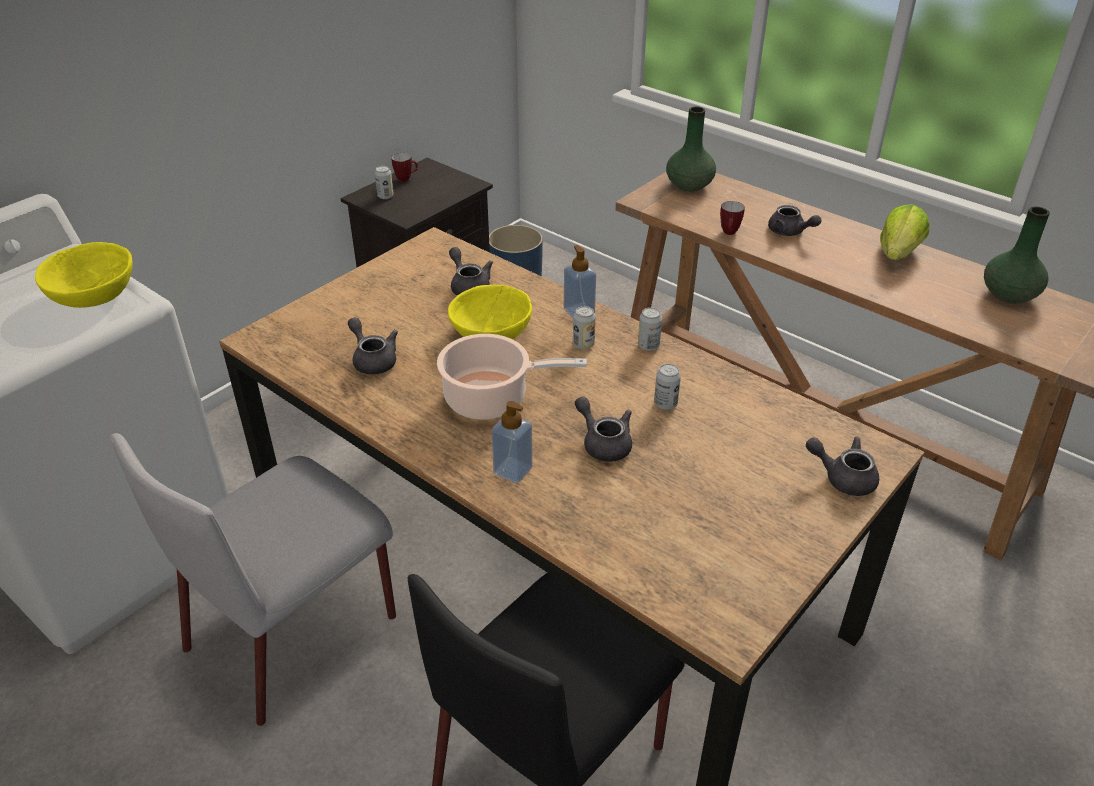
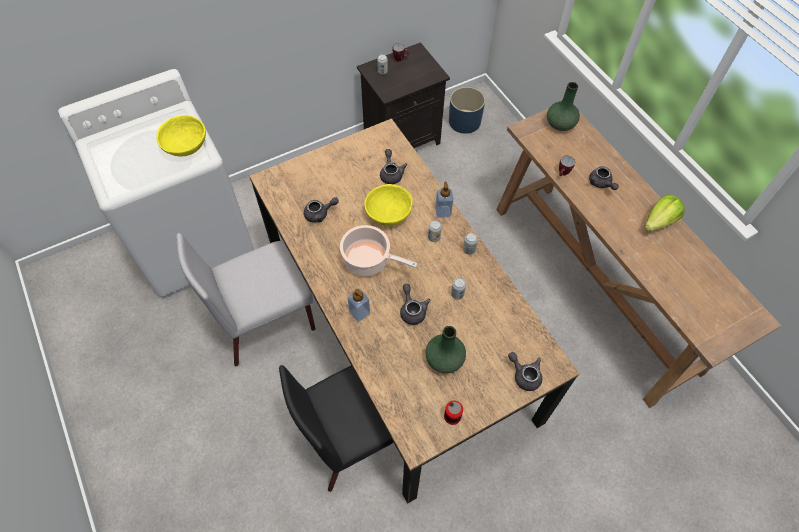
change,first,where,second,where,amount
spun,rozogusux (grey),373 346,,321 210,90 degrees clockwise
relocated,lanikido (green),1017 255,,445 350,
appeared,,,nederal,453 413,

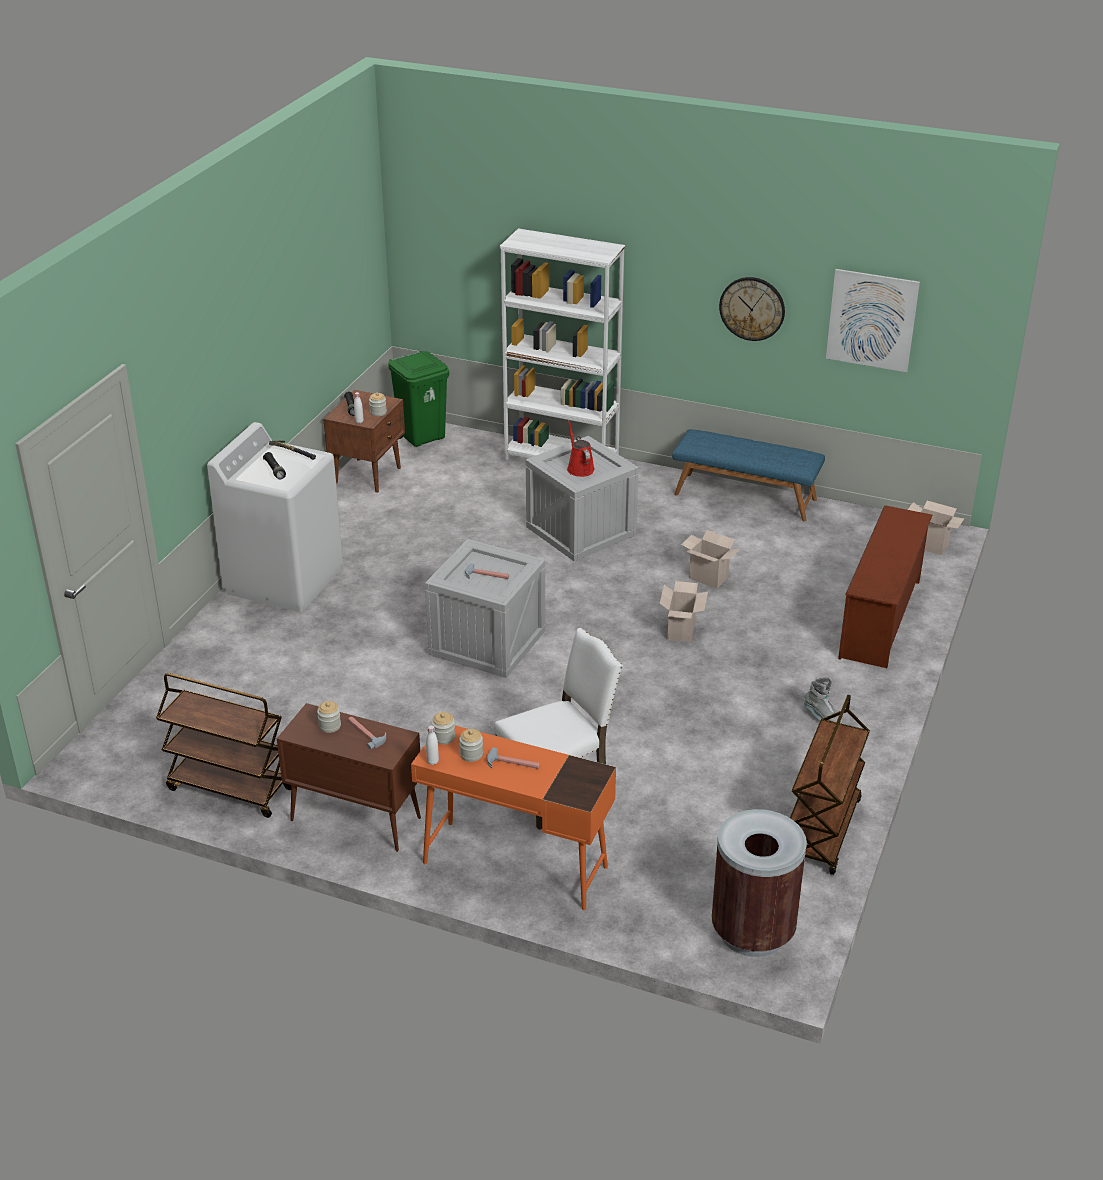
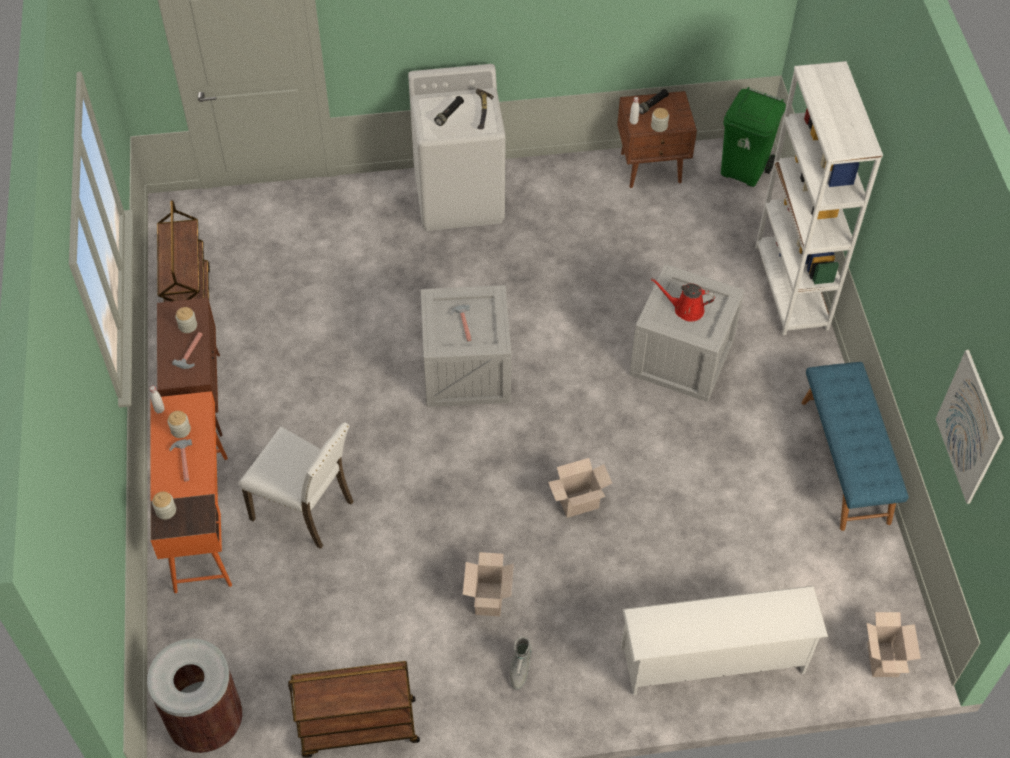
change,first,where,second,where,amount
relocated,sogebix,443 728,,164 506,
spun,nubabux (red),581 448,,683 300,120 degrees counterclockwise
relocated,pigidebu,710 559,,488 584,
missing,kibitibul,752 309,,,
colour,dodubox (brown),885 586,dodubox (white),724 641,

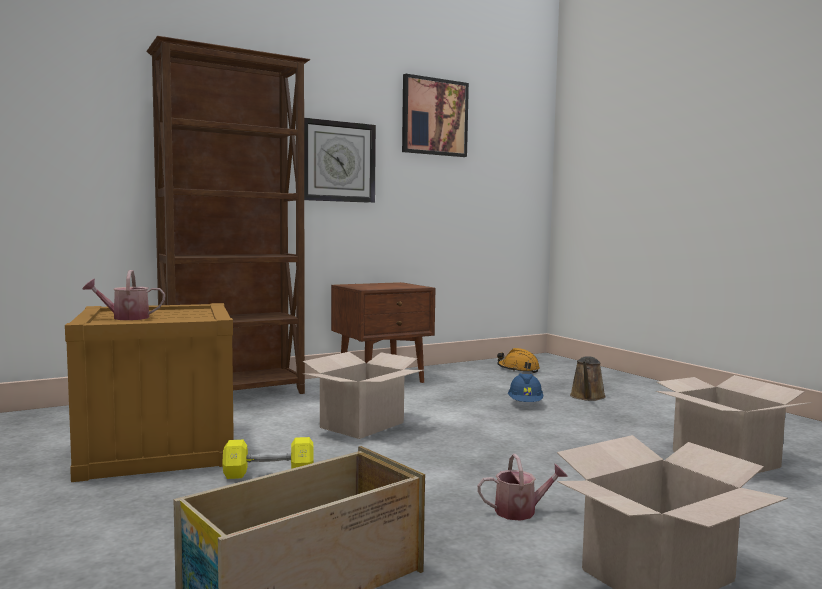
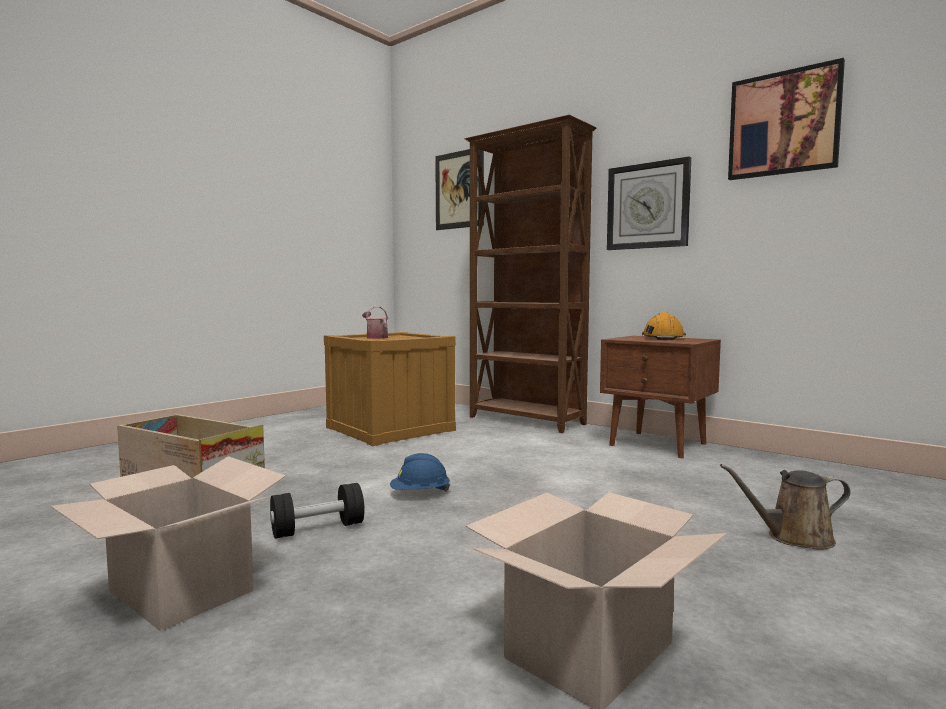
change,first,where,second,where,amount
missing,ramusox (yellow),268 458,,,
missing,pigidebu,363 395,,,
exchanged,nubabux,523 487,ramusox (black),317 511,
relocated,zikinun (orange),518 360,,664 326,
relocated,zikinun (blue),525 387,,420 472,
appeared,,,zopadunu,459 189,

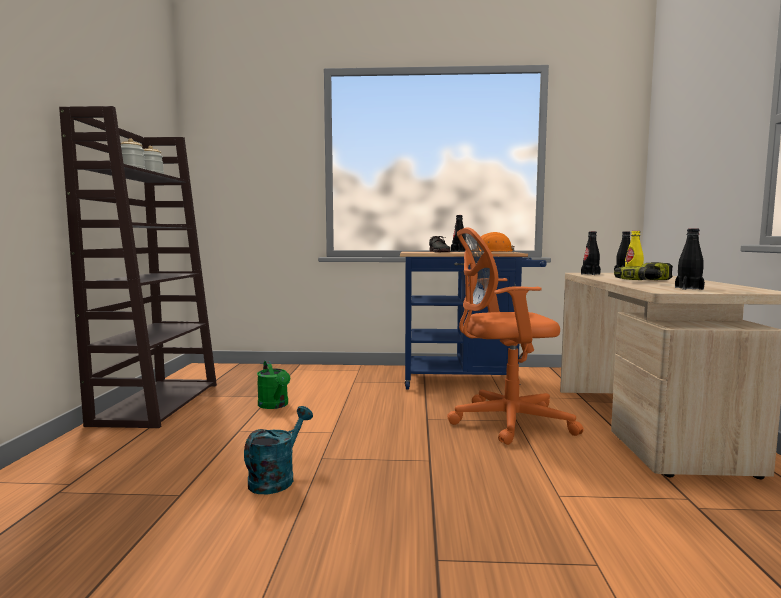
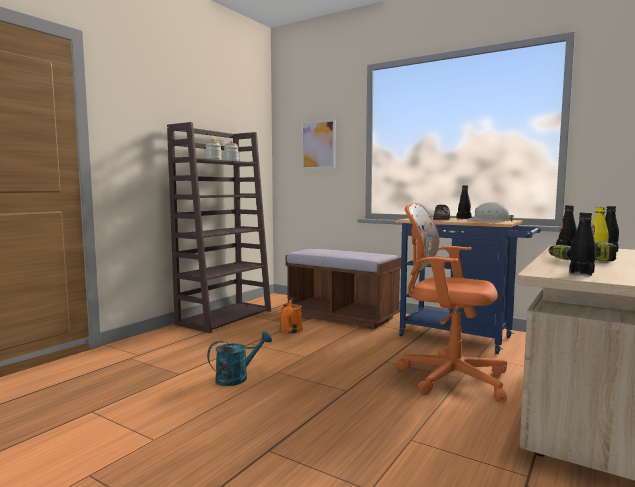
change,first,where,second,where,amount
colour,nubabux (green),273 384,nubabux (orange),291 315,
colour,zikinun (orange),496 242,zikinun (white),491 212,
appeared,,,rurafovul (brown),343 289,
appeared,,,zopadunu,318 144,

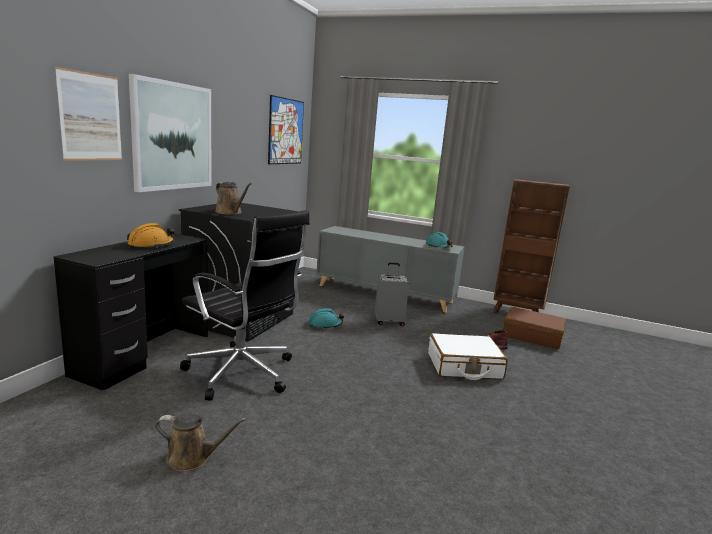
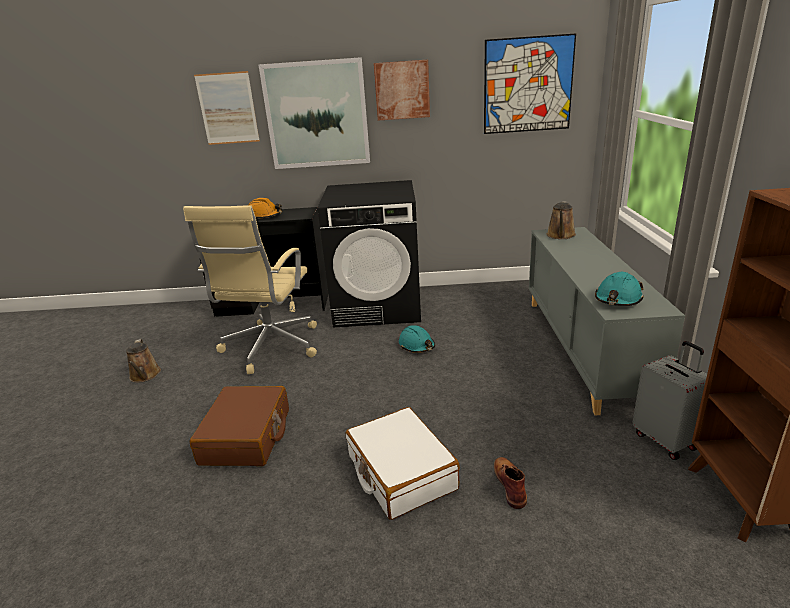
change,first,where,second,where,amount
colour,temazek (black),245 305,temazek (beige),250 289,
relocated,nubabux (brown),233 198,,561 220,
relocated,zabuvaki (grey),392 294,,670 400,
relocated,zabuvaki (brown),534 328,,239 426,
appeared,,,zopadunu,402 90,

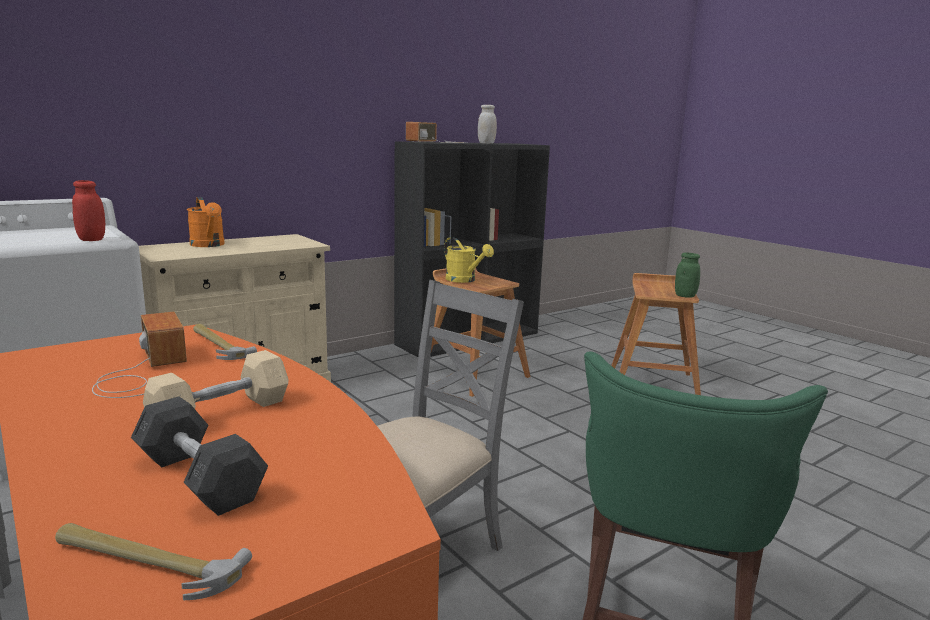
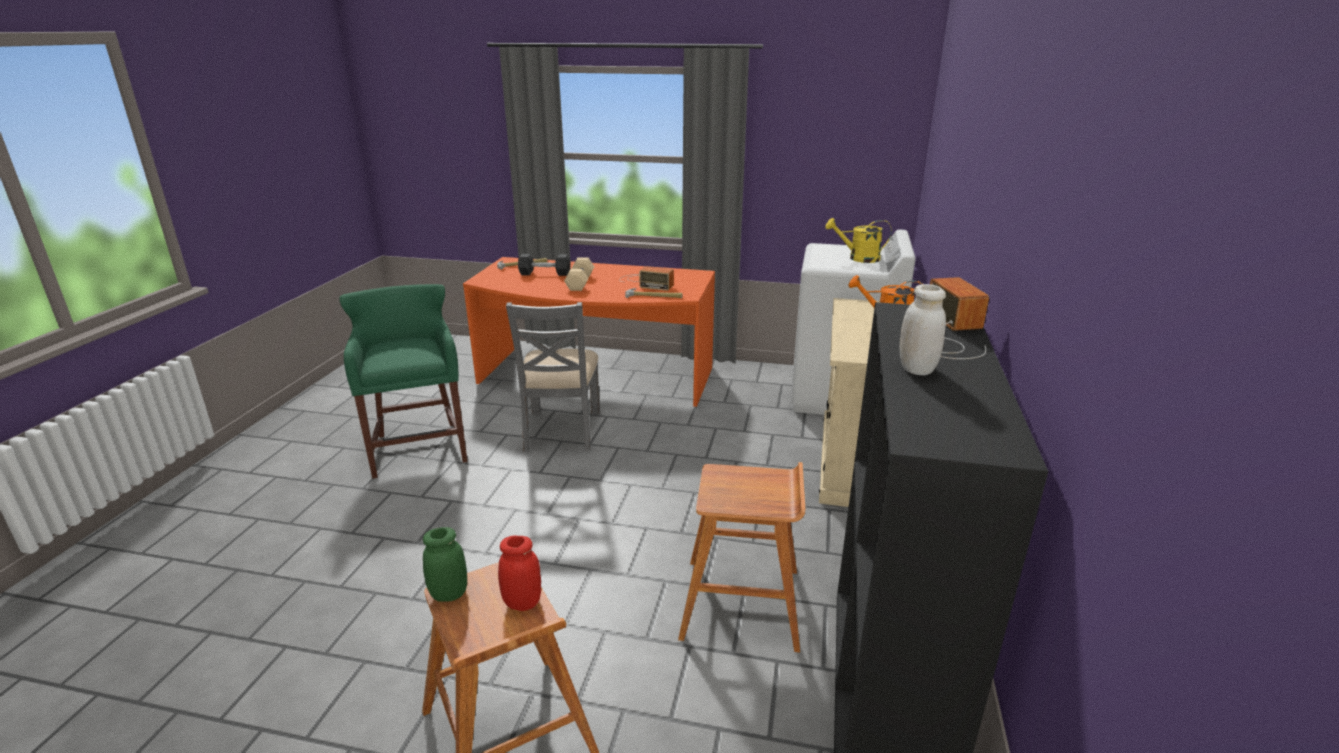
change,first,where,second,where,amount
relocated,sogebix (red),88 210,,519 573,
relocated,nubabux (yellow),469 260,,858 240,

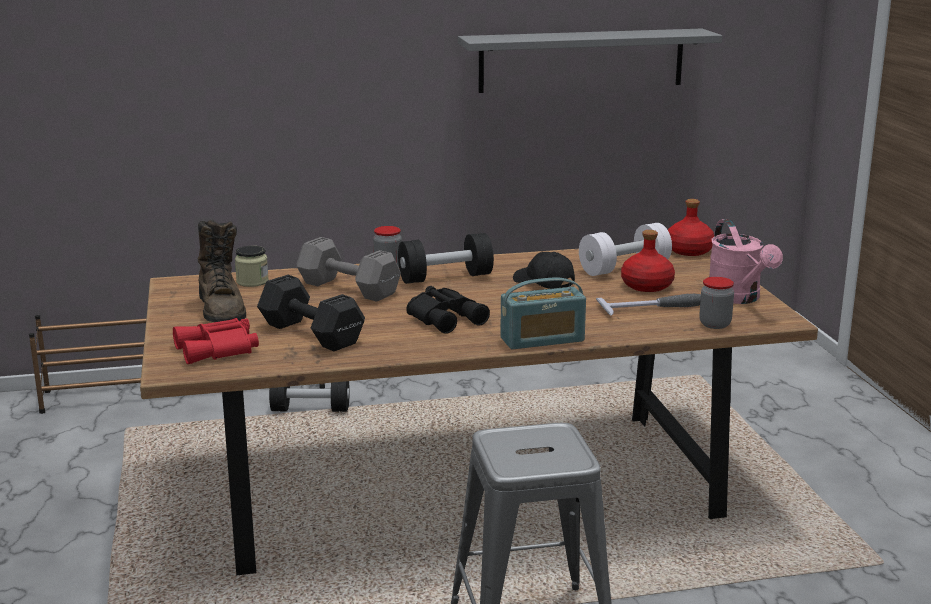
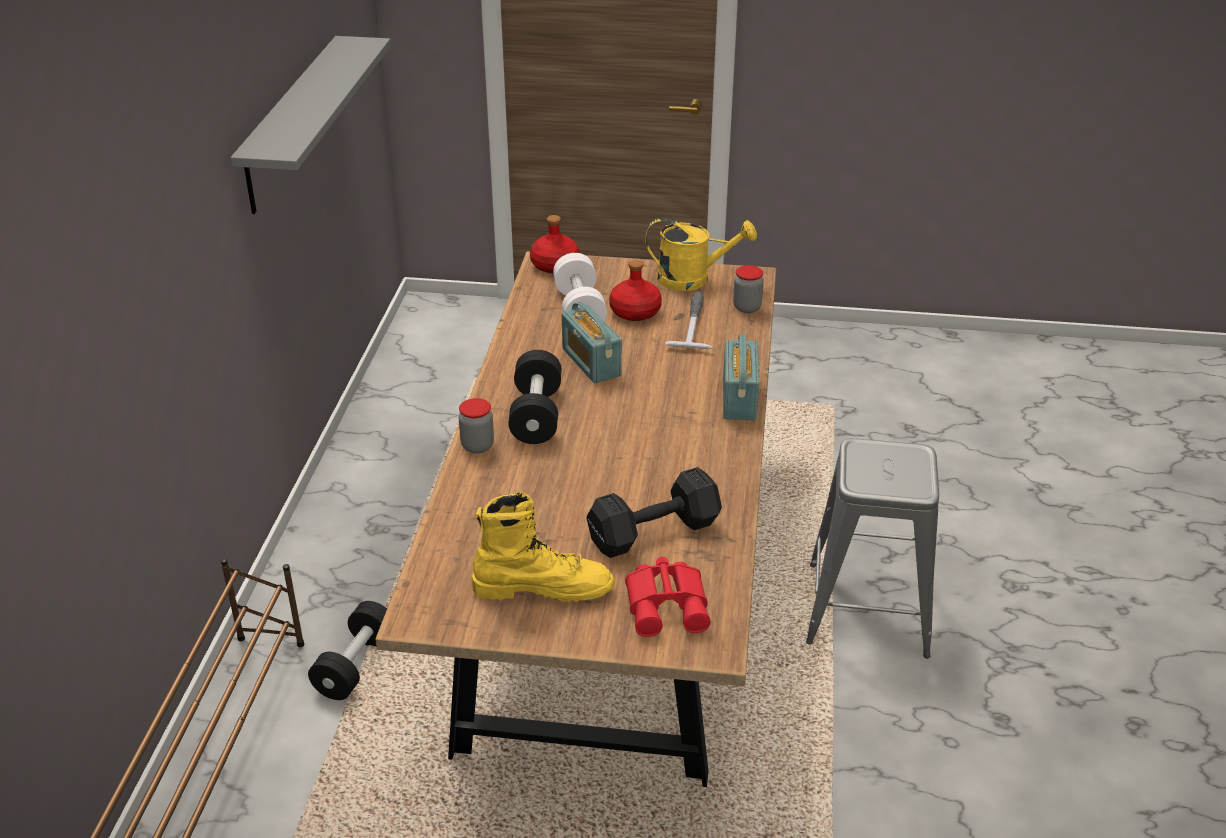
change,first,where,second,where,amount
colour,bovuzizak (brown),222 271,bovuzizak (yellow),543 546,
missing,sogebix,252 266,,,
missing,ramusox (grey),349 269,,,
missing,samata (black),448 310,,,
exchanged,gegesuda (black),544 270,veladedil,592 342,
colour,nubabux (pink),746 261,nubabux (yellow),701 254,

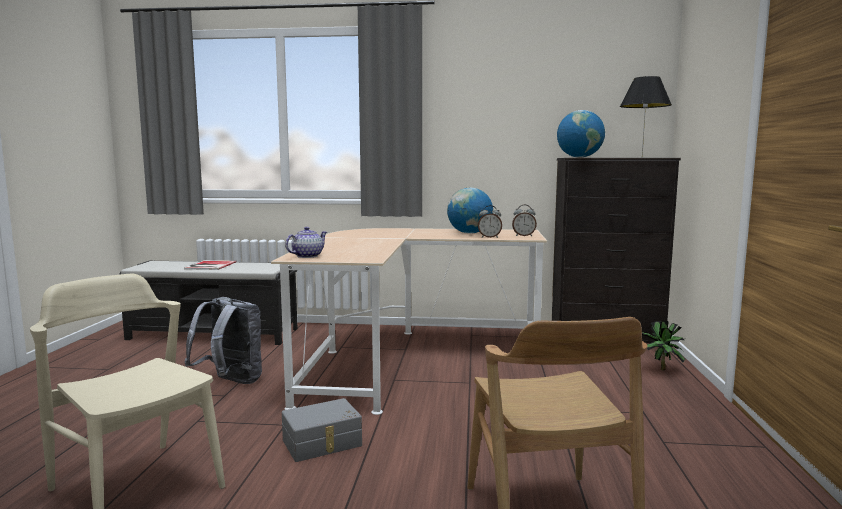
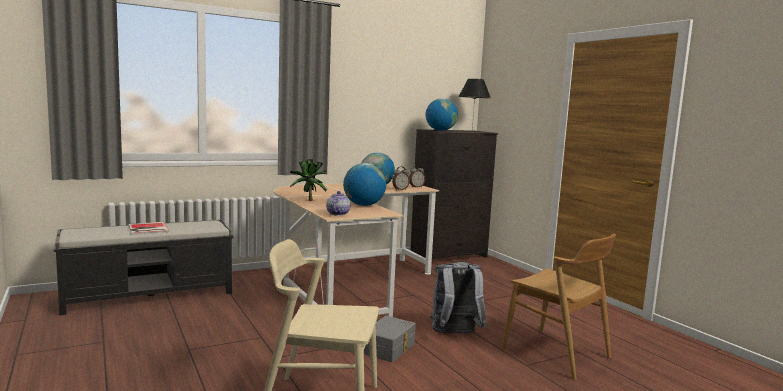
change,first,where,second,where,amount
relocated,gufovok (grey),223 340,,458 298,
relocated,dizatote,663 345,,308 180,
appeared,,,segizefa,364 184,

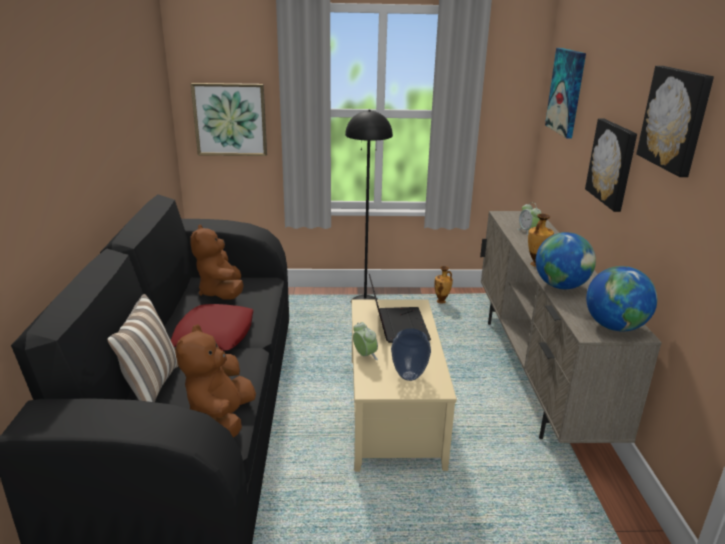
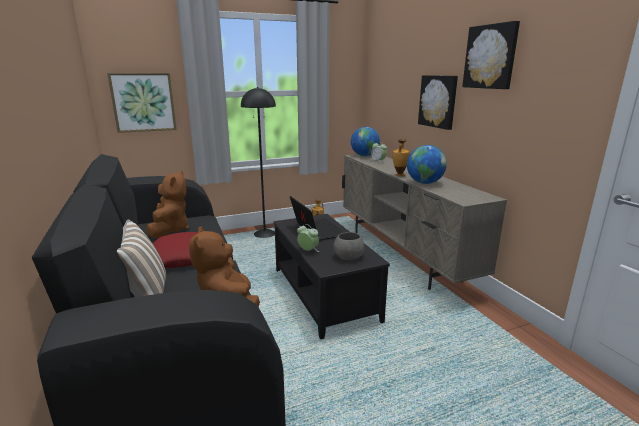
change,first,where,second,where,amount
spun,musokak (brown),217 262,,167 204,150 degrees counterclockwise
colour,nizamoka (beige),404 385,nizamoka (black),331 276,
exchanged,lanikido,411 354,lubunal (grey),349 246,
missing,zopadunu,565 93,,,
relocated,segizefa,621 299,,365 141,

